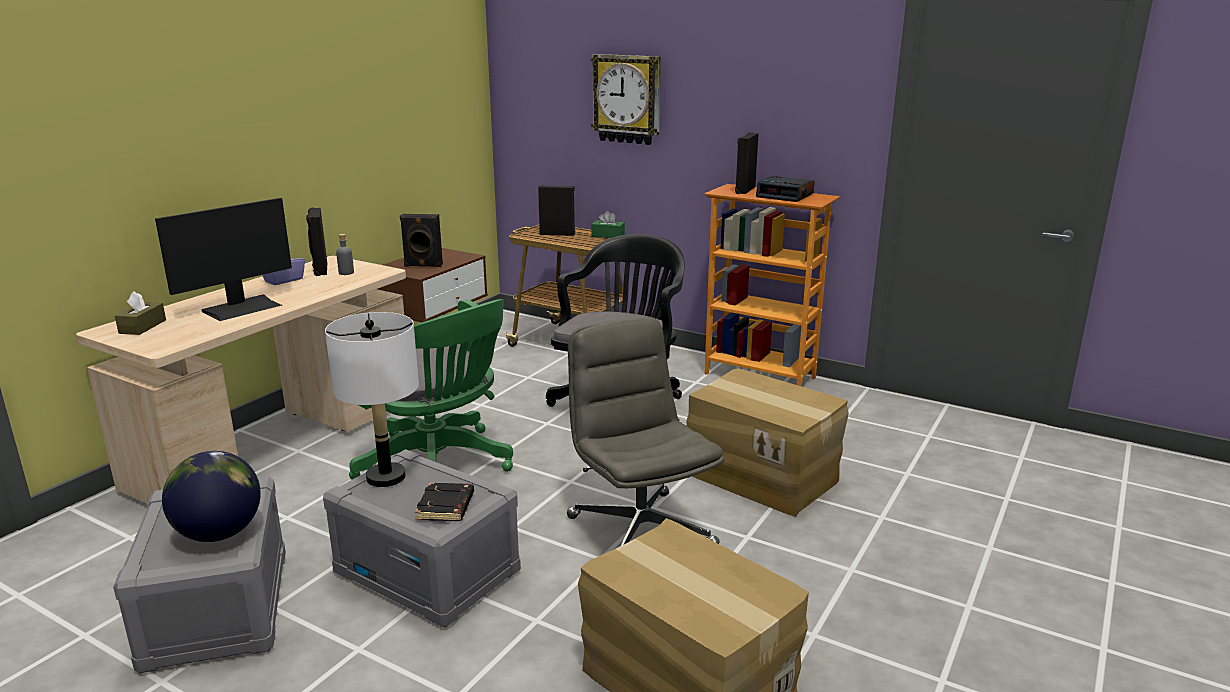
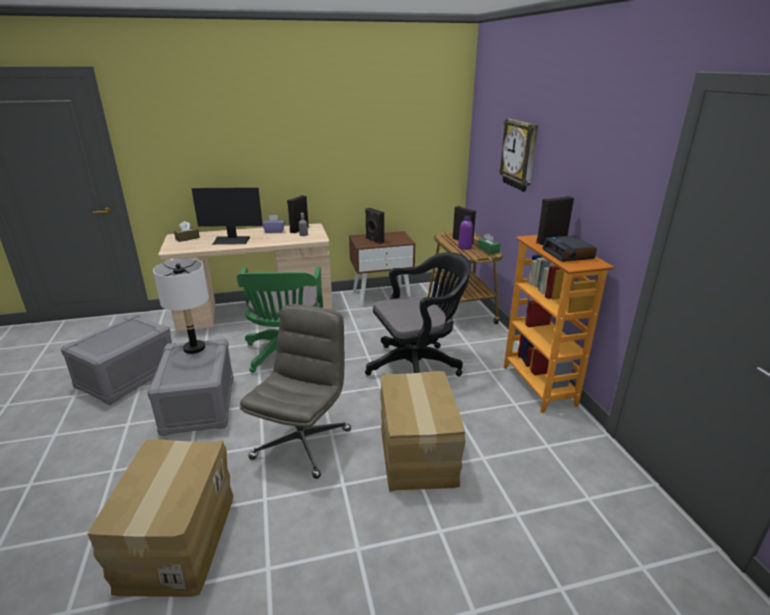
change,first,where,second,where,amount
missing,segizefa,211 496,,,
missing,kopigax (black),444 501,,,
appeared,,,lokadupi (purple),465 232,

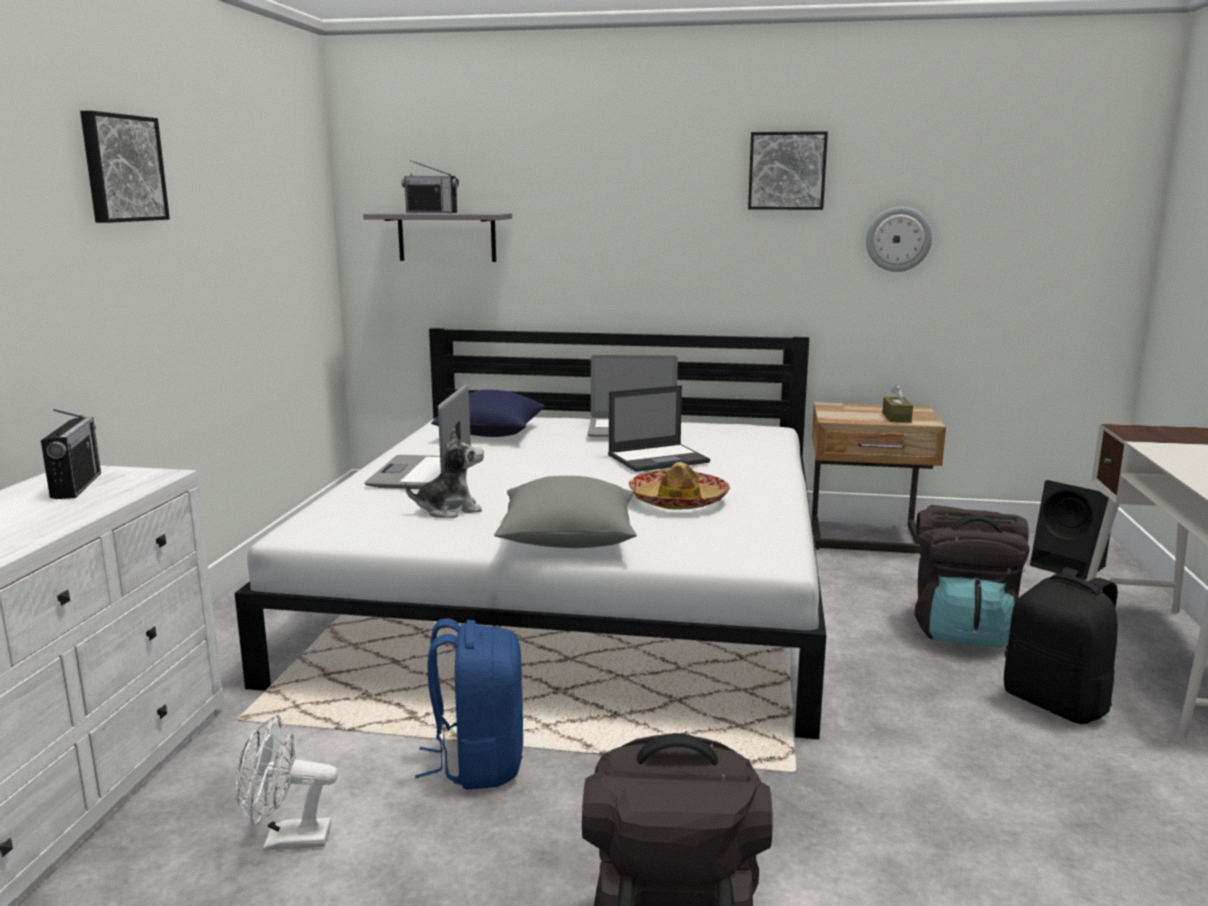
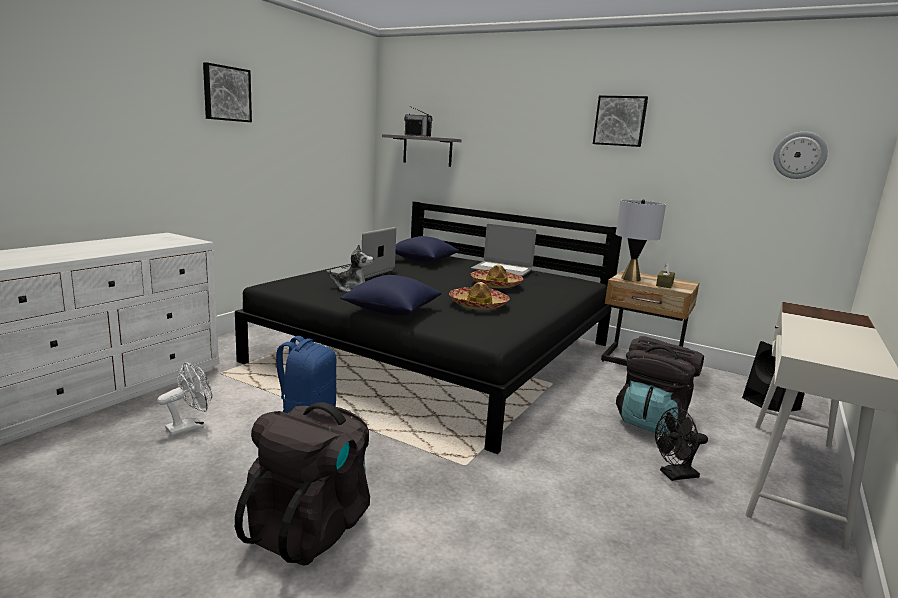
change,first,where,second,where,amount
missing,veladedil,71 454,,,
colour,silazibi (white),530 533,silazibi (black),428 327,
spun,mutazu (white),287 782,,184 399,120 degrees clockwise
colour,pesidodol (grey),565 512,pesidodol (blue),391 295,
exchanged,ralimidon,659 428,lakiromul,497 276,
relocated,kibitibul,899 239,,800 155,
exchanged,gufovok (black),1061 645,mutazu (black),681 444,
appeared,,,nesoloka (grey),641 240,

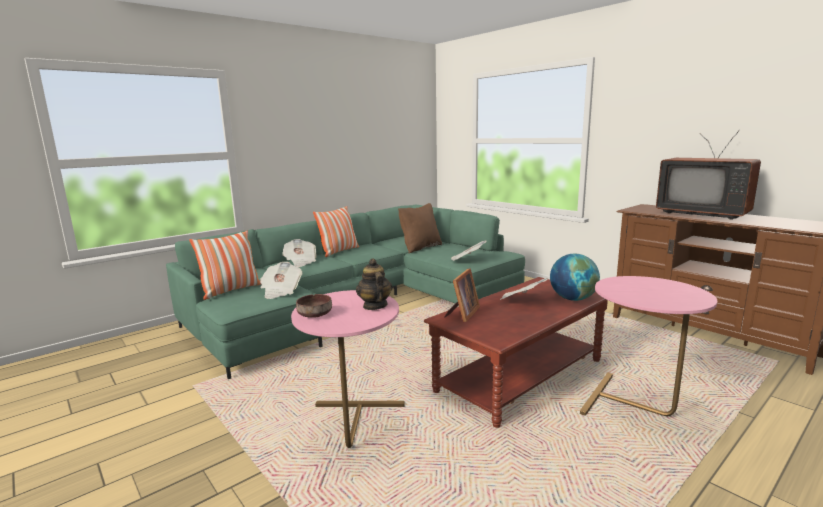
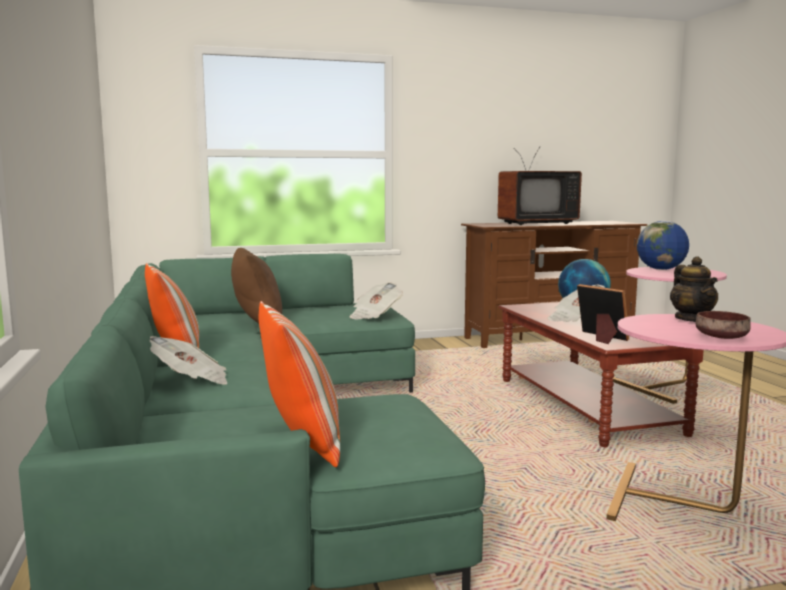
change,first,where,second,where,amount
missing,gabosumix,281 280,,,
spun,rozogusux,374 284,,694 289,105 degrees counterclockwise
appeared,,,segizefa,663 245,

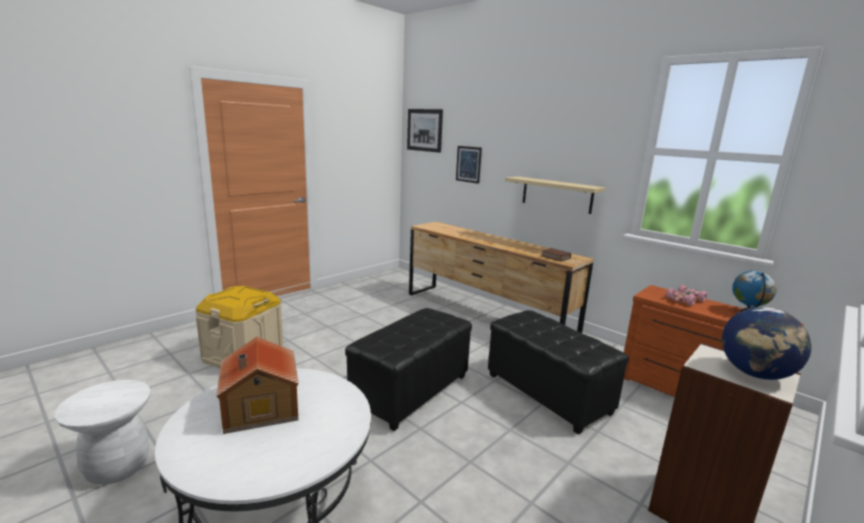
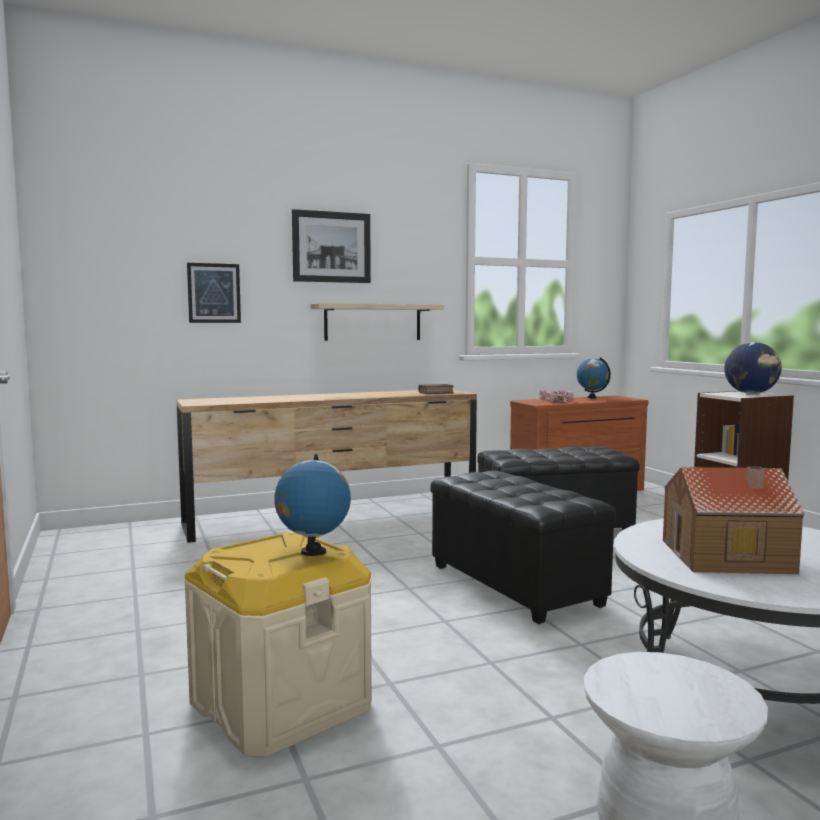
change,first,where,second,where,amount
relocated,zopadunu,425 131,,331 246,
appeared,,,segizefa,312 505,

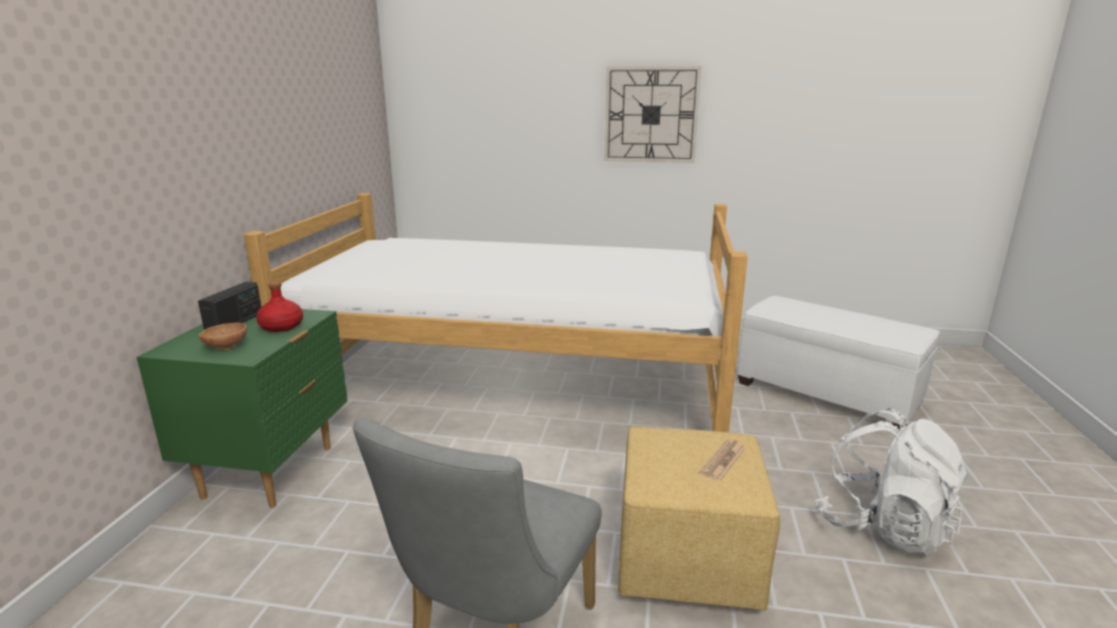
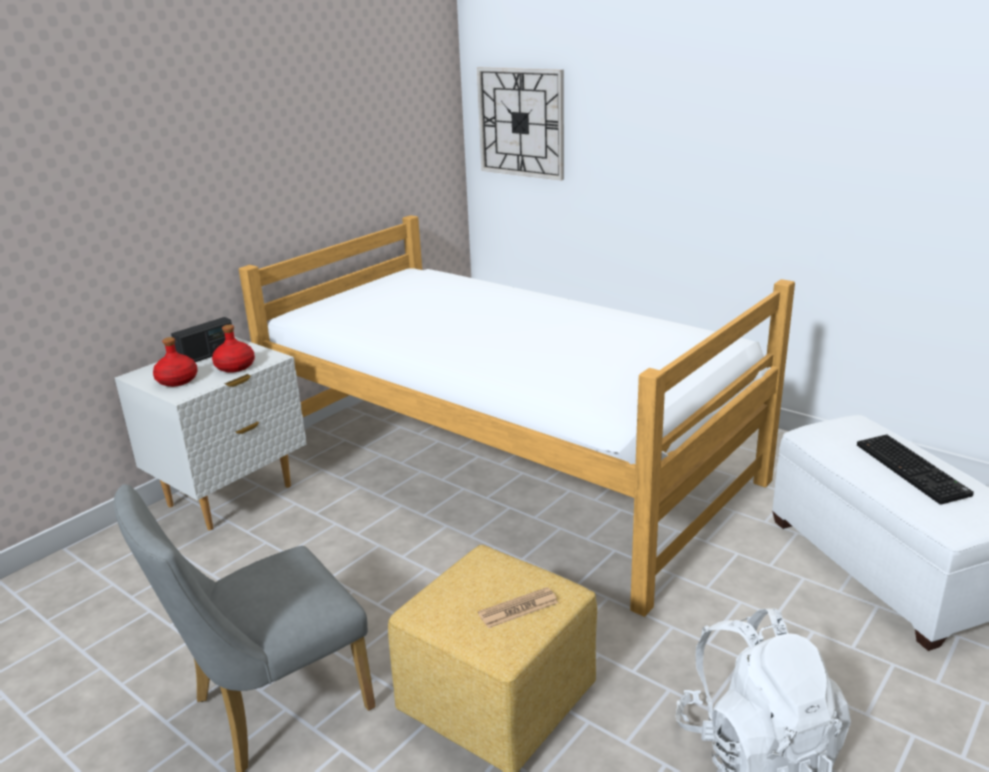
change,first,where,second,where,amount
colour,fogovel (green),241 407,fogovel (white),211 433,
exchanged,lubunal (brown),223 336,lokadupi (red),175 362,
relocated,kibitibul,653 114,,520 124,
appeared,,,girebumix,915 469,

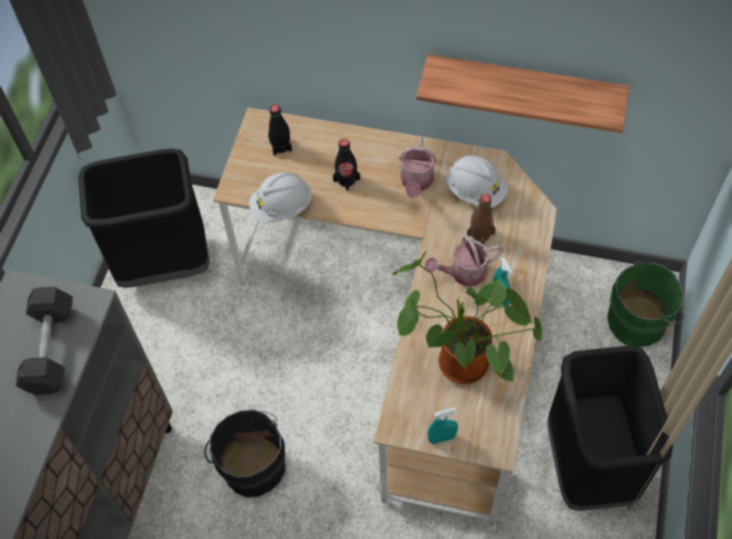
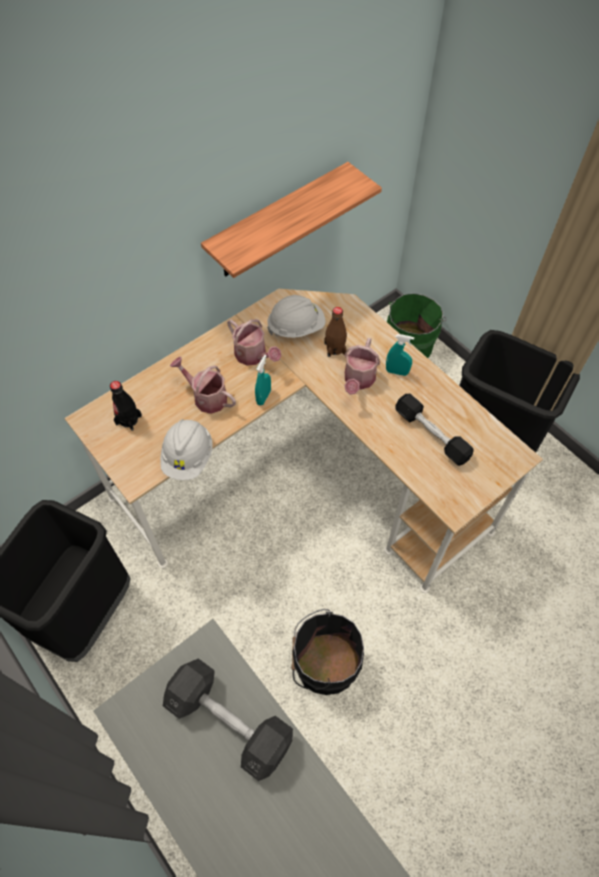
change,first,where,second,where,amount
exchanged,lokadupi (black),346 165,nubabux,203 385,
exchanged,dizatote,467 317,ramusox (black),434 430,
relocated,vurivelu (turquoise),443 426,,263 380,

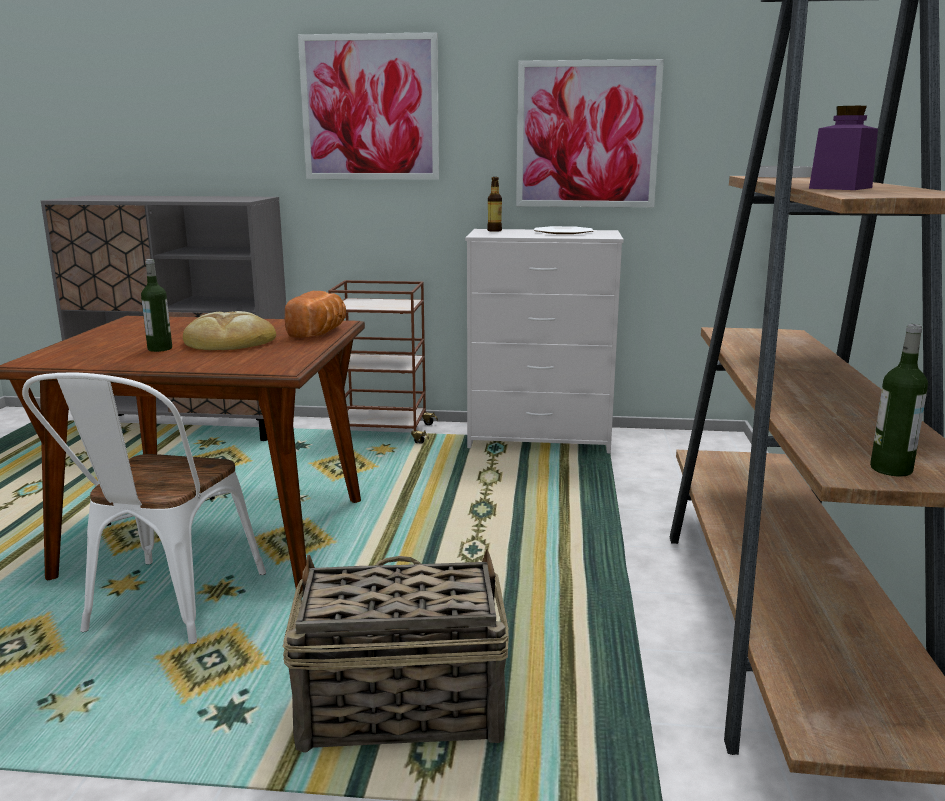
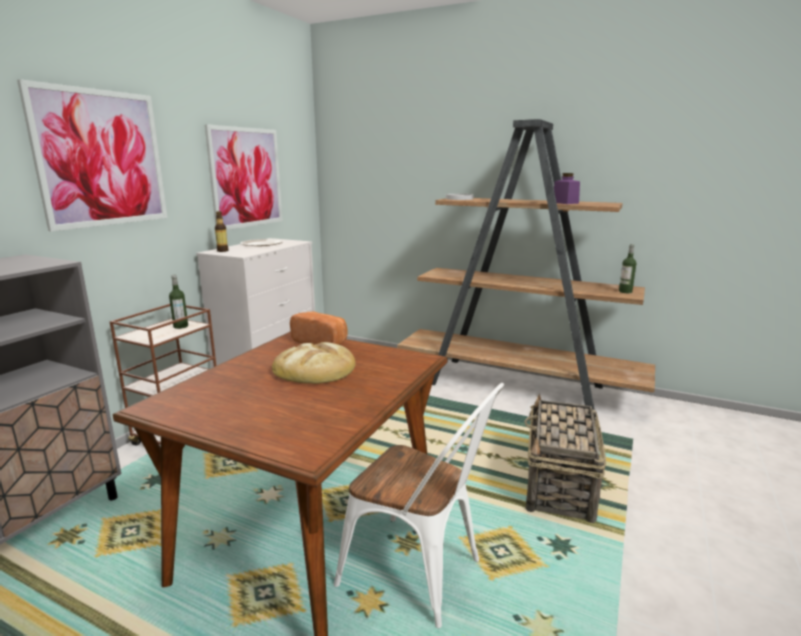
change,first,where,second,where,amount
relocated,lokadupi,156 305,,178 302,

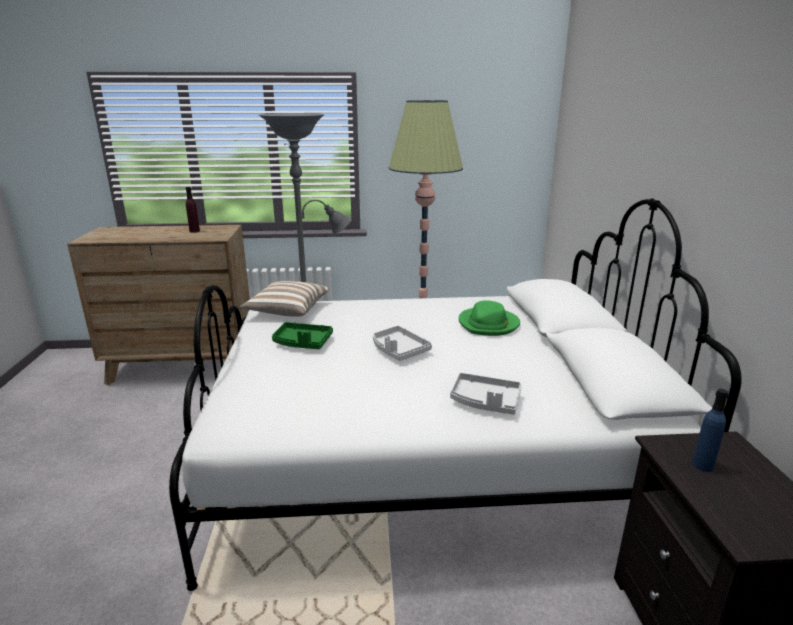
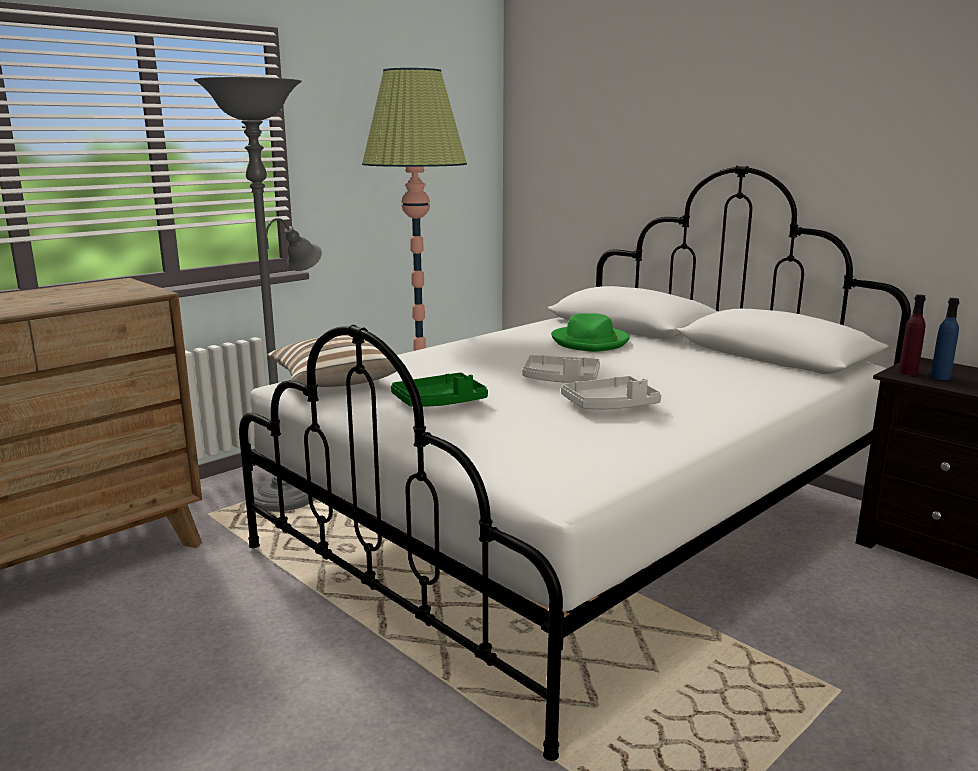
change,first,where,second,where,amount
relocated,lokadupi (purple),193 210,,912 334,
relocated,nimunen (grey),486 394,,611 392,

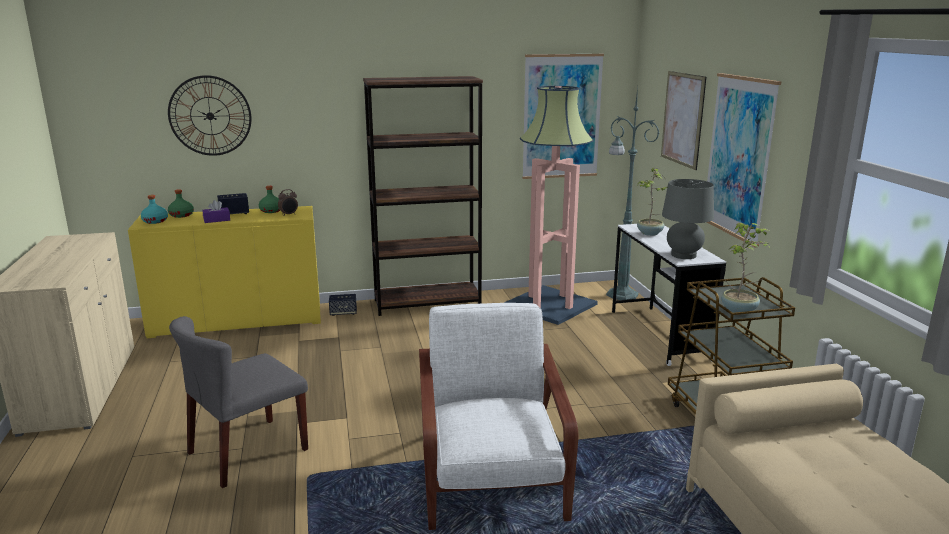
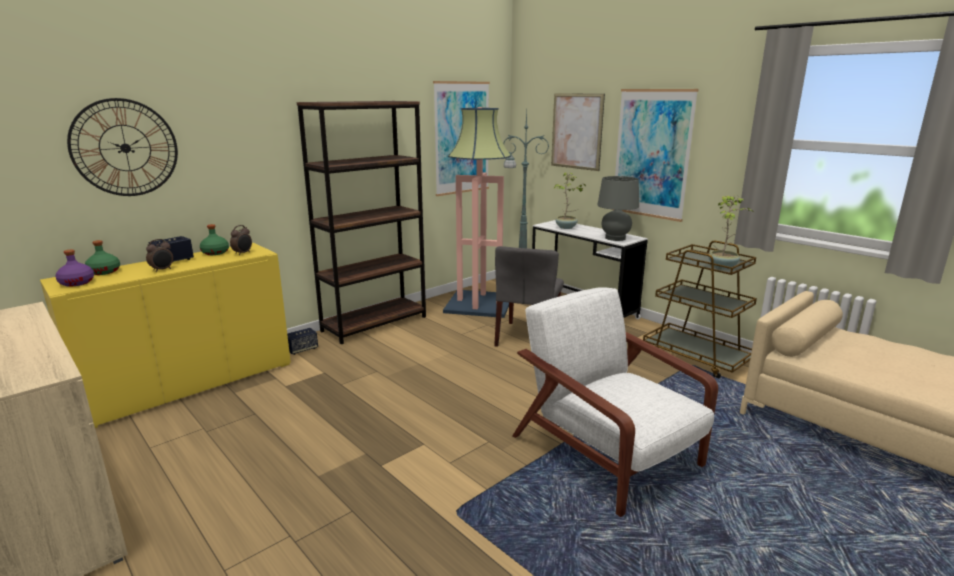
change,first,where,second,where,amount
colour,lokadupi (turquoise),154 209,lokadupi (purple),74 268,
relocated,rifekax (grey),238 402,,529 296,
exchanged,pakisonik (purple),216 211,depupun,159 255,

